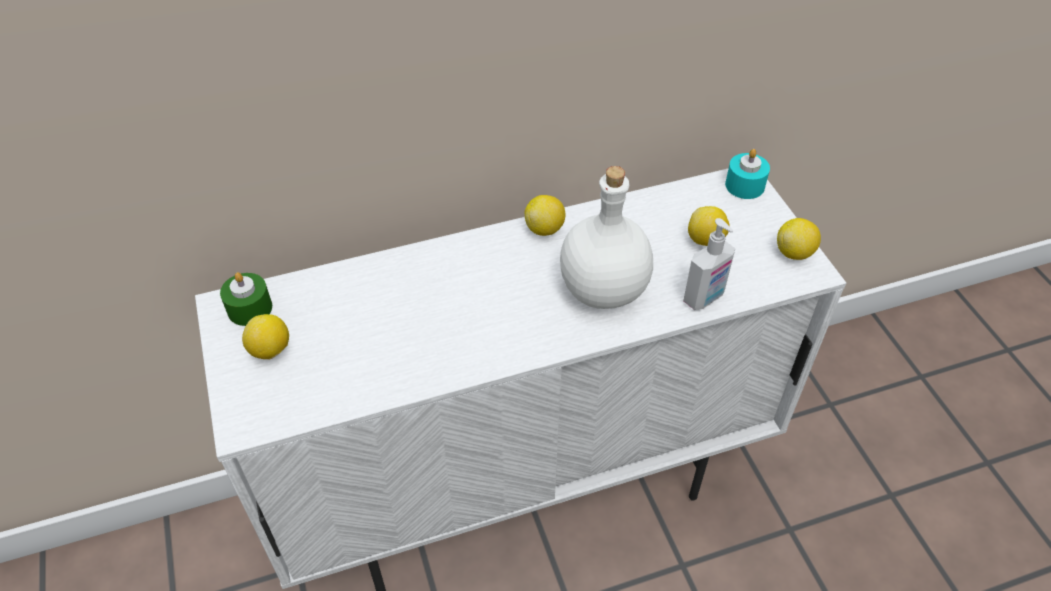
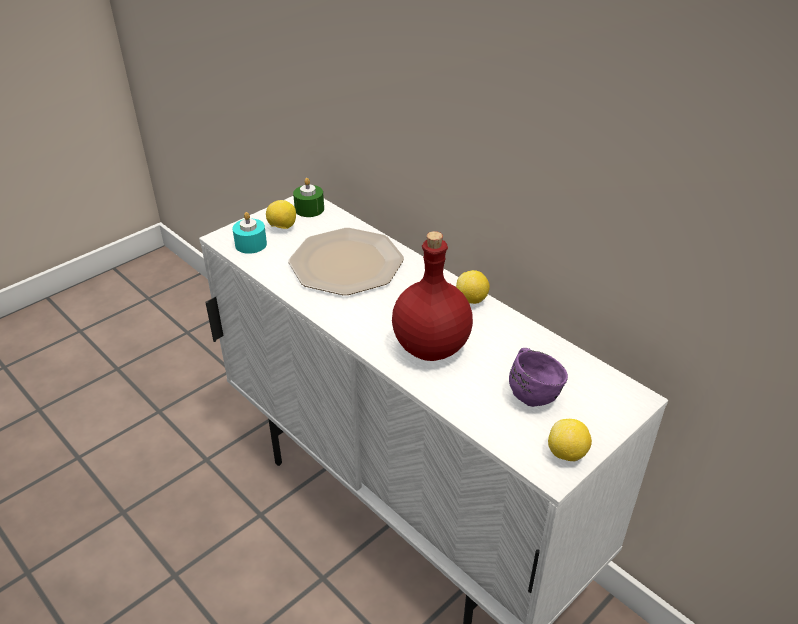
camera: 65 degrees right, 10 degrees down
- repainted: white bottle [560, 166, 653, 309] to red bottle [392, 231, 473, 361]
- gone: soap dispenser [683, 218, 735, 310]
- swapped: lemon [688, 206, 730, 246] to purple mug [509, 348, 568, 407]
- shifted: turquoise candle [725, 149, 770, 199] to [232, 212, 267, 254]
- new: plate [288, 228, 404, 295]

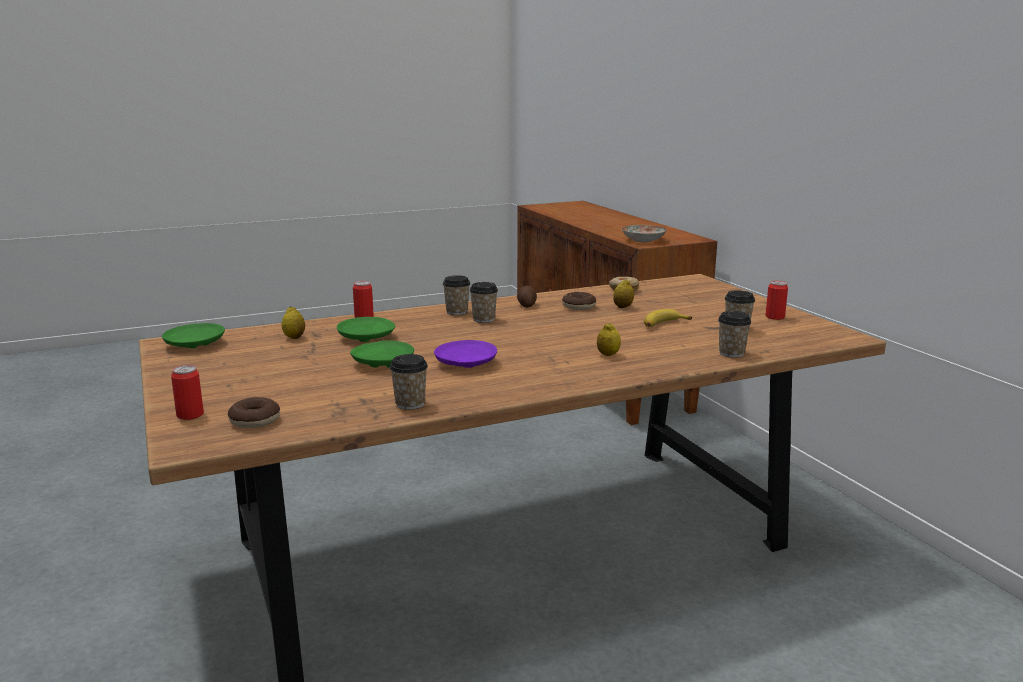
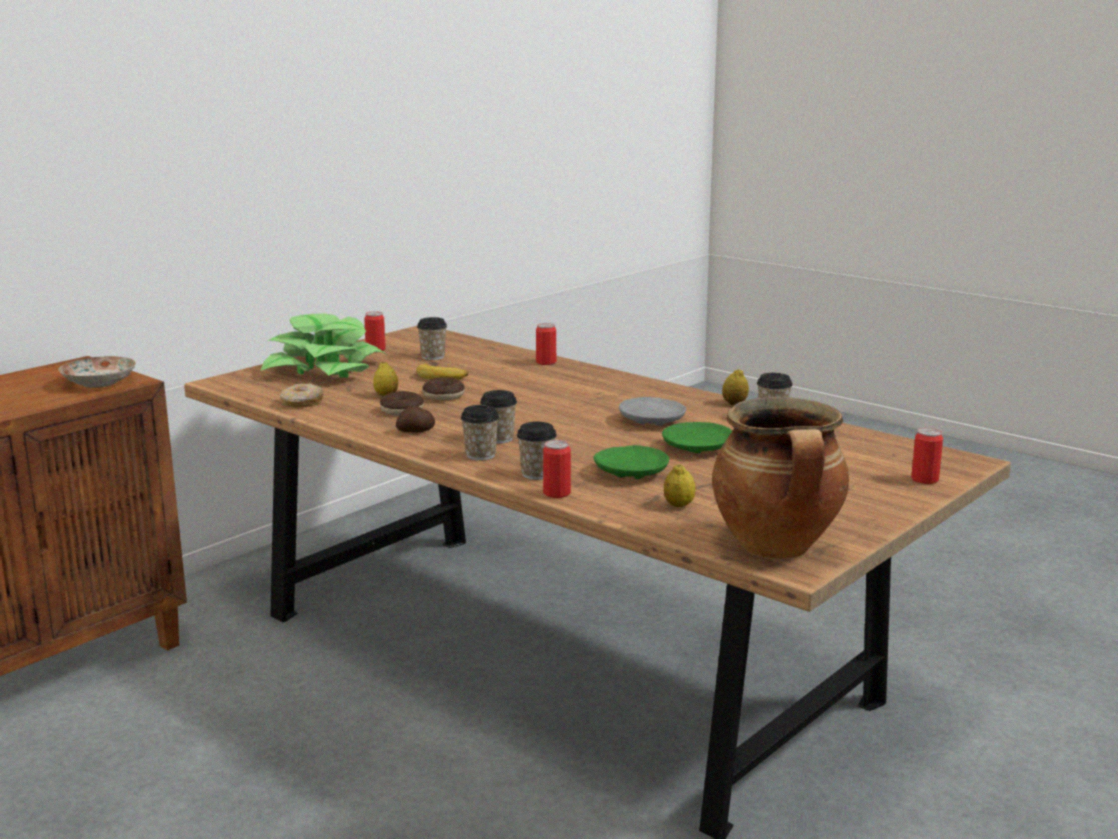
camera: 115 degrees left, 0 degrees up
- swapped: green plate [162, 323, 225, 348] to cooking pot [712, 397, 849, 558]
- shifted: donut [228, 397, 280, 428] to [423, 377, 465, 400]
- repainted: purple plate [434, 340, 497, 368] to grey plate [619, 397, 686, 426]
- shifted: lemon [597, 323, 621, 356] to [722, 369, 749, 405]
- shifted: cup [718, 311, 751, 358] to [517, 422, 557, 480]
- new: potted plant [260, 313, 386, 378]
- new: can [536, 323, 556, 365]

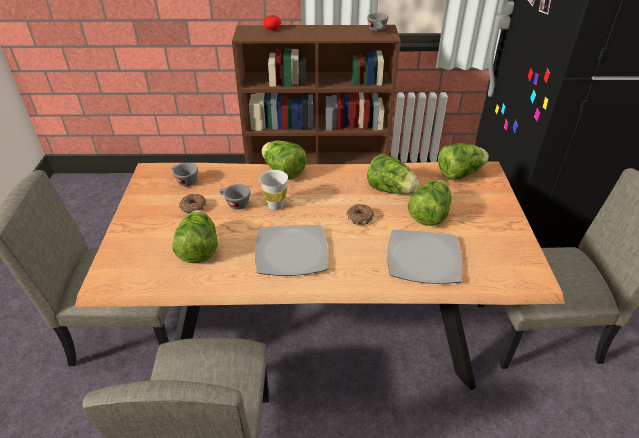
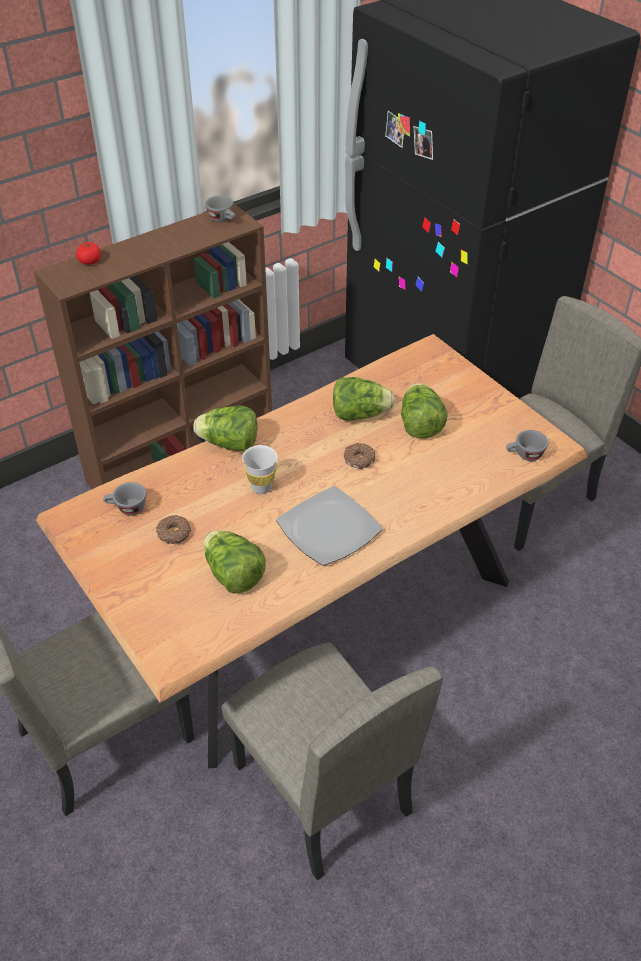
camera: 35 degrees left, 5 degrees up
- shifted: grey cup [219, 184, 250, 210] to [506, 430, 549, 461]
- gone: plate [387, 230, 462, 284]
- gone: lettuce [438, 143, 489, 180]

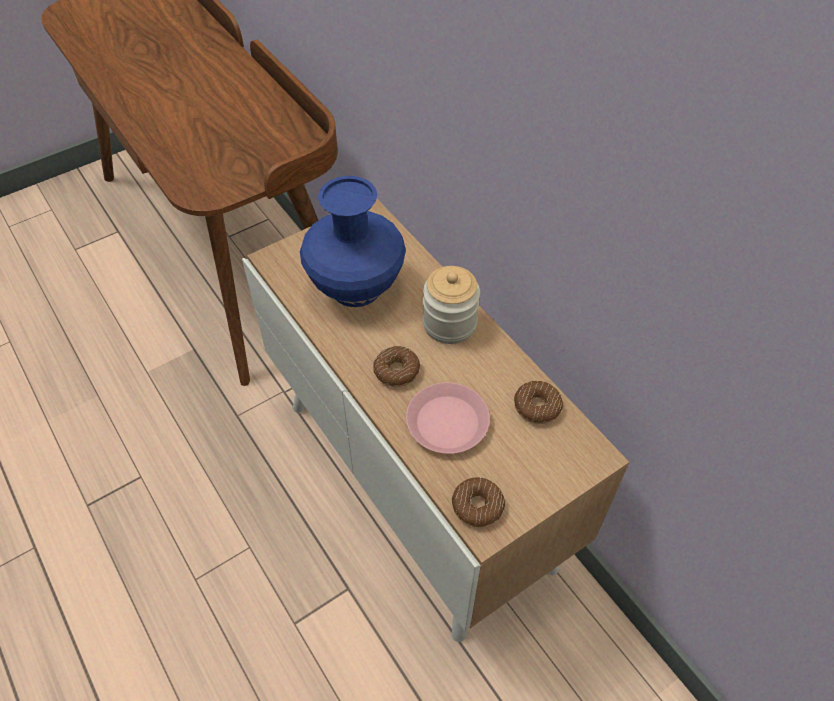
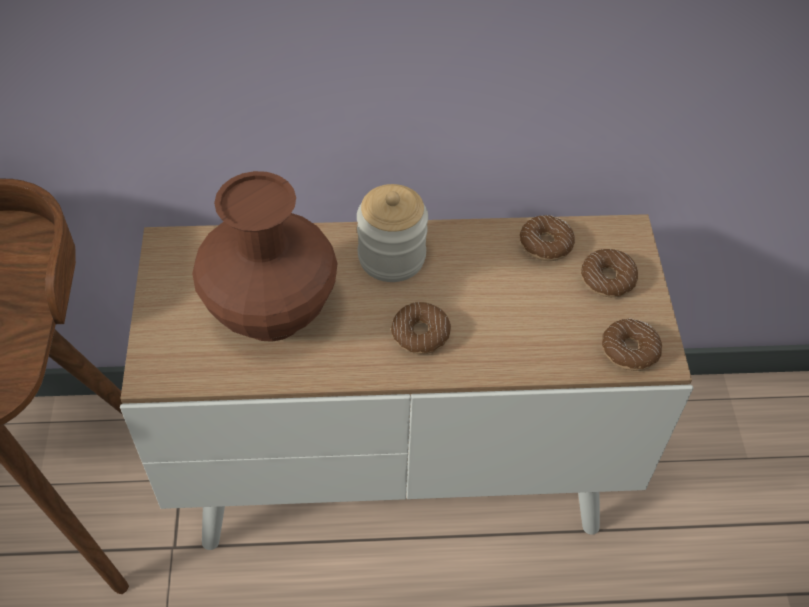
camera: 60 degrees left, 0 degrees up
- repainted: blue vase [300, 176, 406, 307] to brown vase [192, 171, 338, 342]
- gone: pink plate [406, 382, 490, 454]
- new: donut [581, 249, 638, 297]

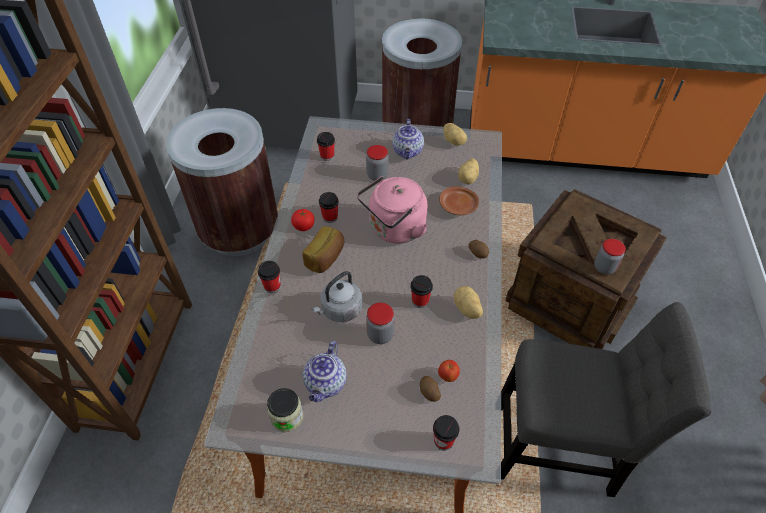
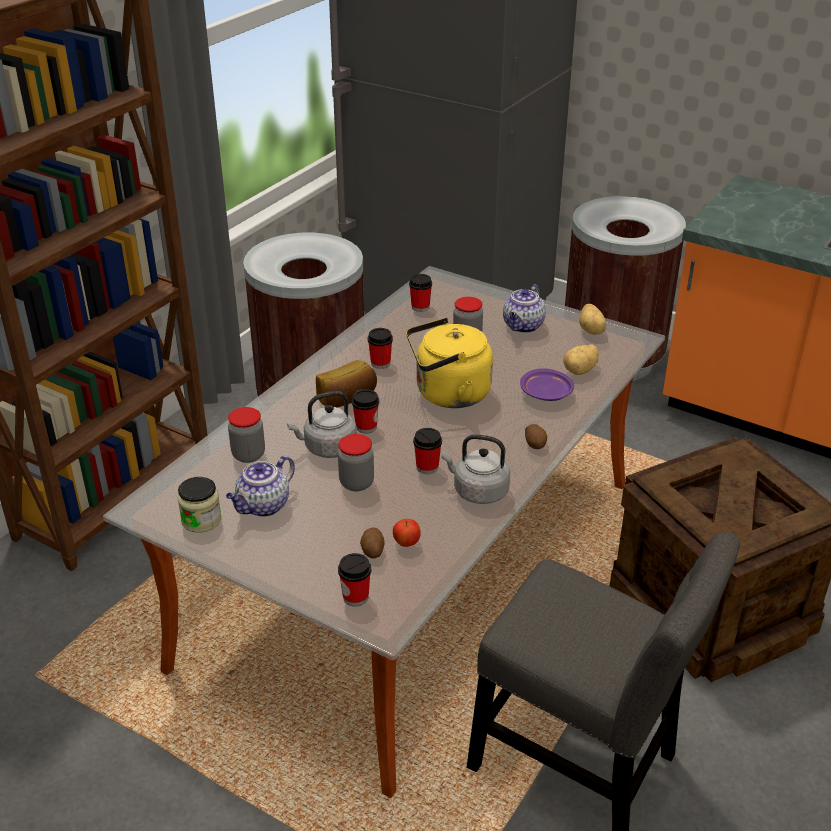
camera: 25 degrees right, 15 degrees down
- shifted: cup [258, 261, 281, 293] to [352, 389, 379, 434]
- gone: tomato [291, 209, 314, 231]
- repainted: pink kettle [357, 176, 427, 243] to yellow kettle [406, 318, 493, 408]
- repainted: brown plate [439, 186, 479, 215] to purple plate [520, 368, 574, 401]
- swapped: potato [454, 286, 483, 319] to grey kettle [442, 434, 510, 504]
- shifted: jar [594, 239, 626, 275] to [228, 407, 265, 463]

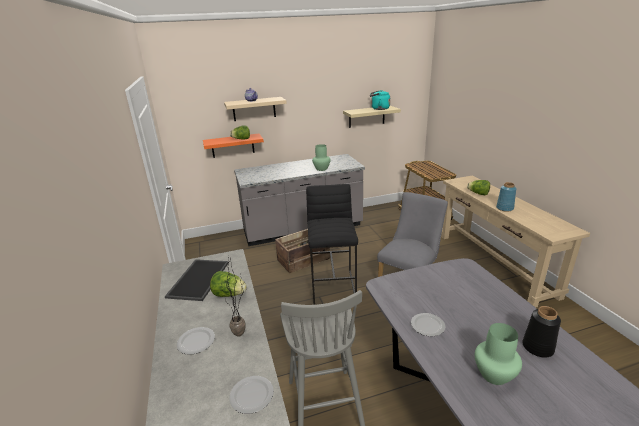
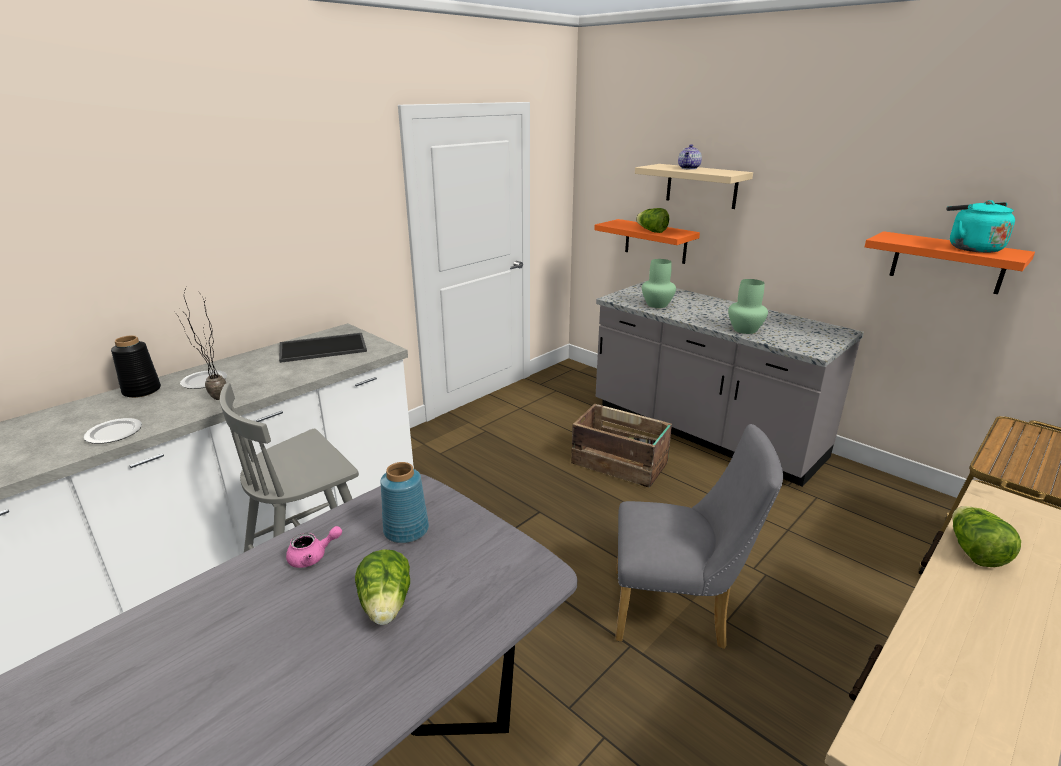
camera: 60 degrees right, 0 degrees up
- shifted: lettuce [210, 271, 247, 297] to [355, 549, 410, 625]
- gone: black stool [306, 184, 358, 304]
- repainted: beige shelf [343, 106, 401, 128] to orange shelf [864, 231, 1035, 294]
- swapped: plate [411, 313, 445, 336] to pink teapot [286, 526, 342, 568]
- shifted: green vase [475, 323, 522, 385] to [642, 259, 676, 308]
- shifted: blue vase [496, 182, 516, 212] to [380, 462, 429, 543]
- shifted: black vase [522, 306, 561, 358] to [111, 335, 161, 398]

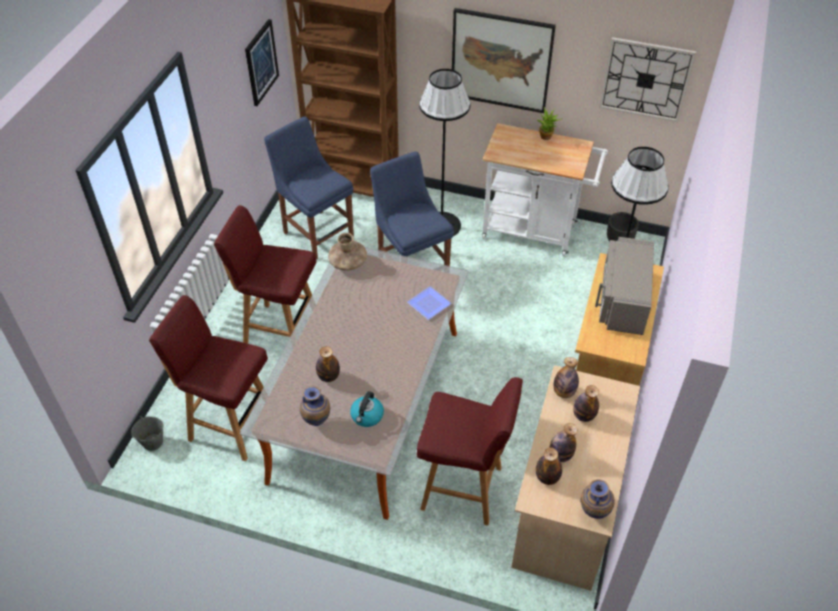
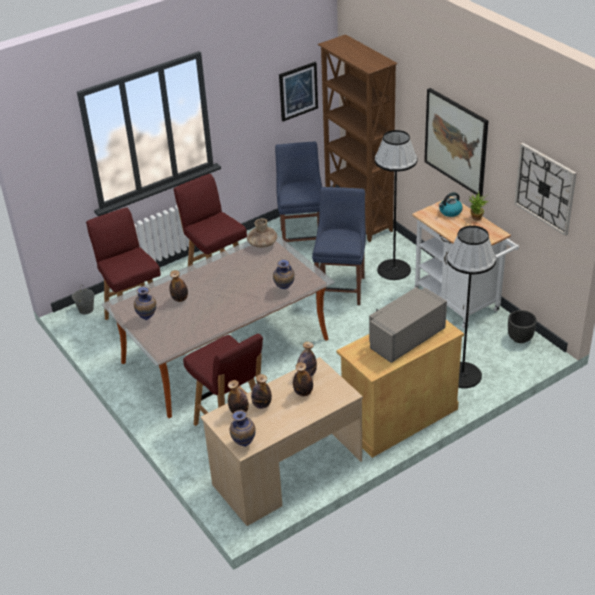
camera: 40 degrees right, 10 degrees down
- shifted: kettle [350, 391, 384, 427] to [439, 192, 463, 217]
- swapped: plate [407, 286, 452, 320] to vase [273, 259, 295, 289]

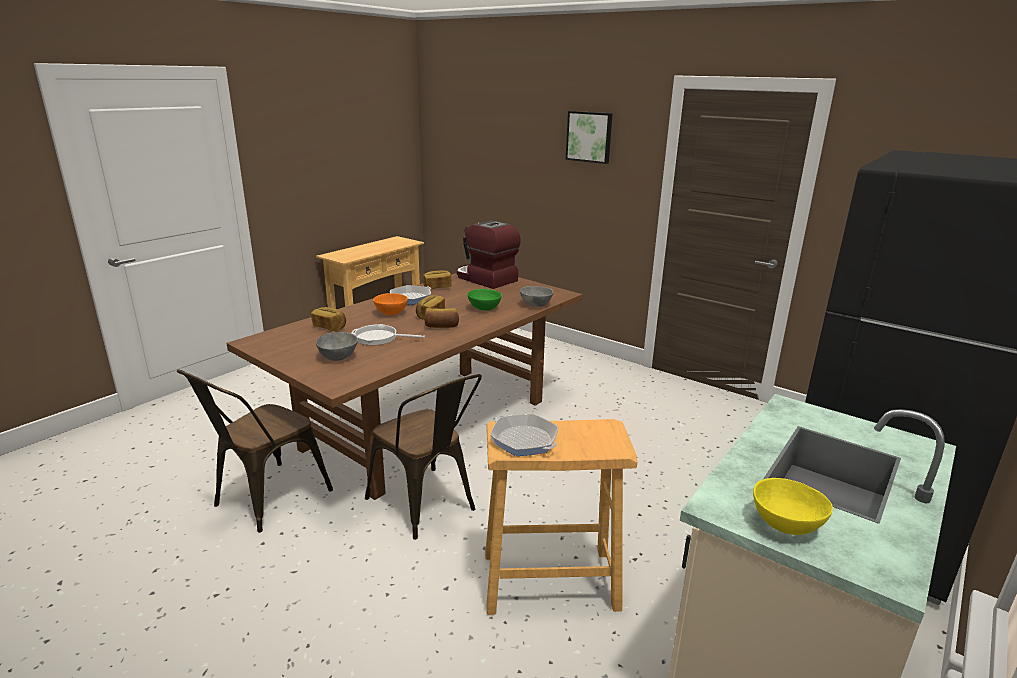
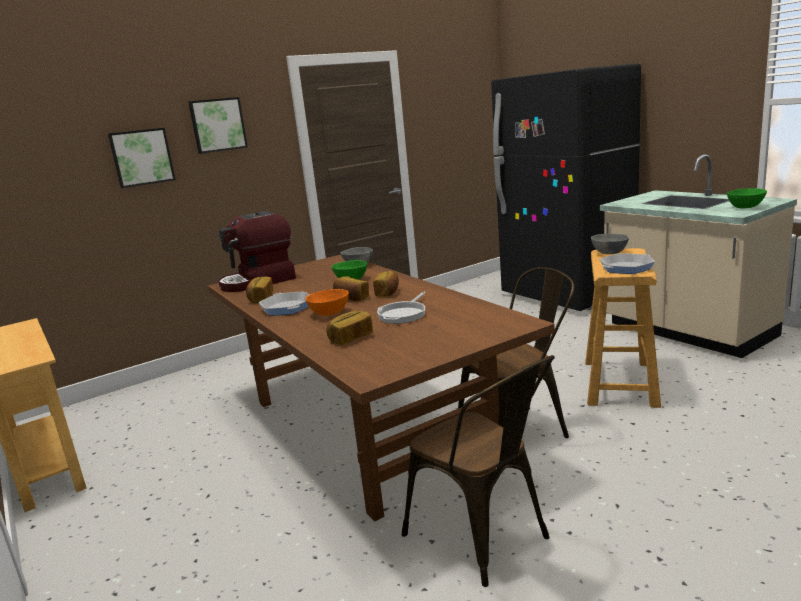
camera: 70 degrees left, 5 degrees down
- shifted: grey bowl [316, 332, 358, 361] to [591, 234, 629, 254]
- repainted: yellow bowl [753, 478, 833, 535] to green bowl [727, 188, 767, 208]
- new: picture [108, 128, 175, 188]

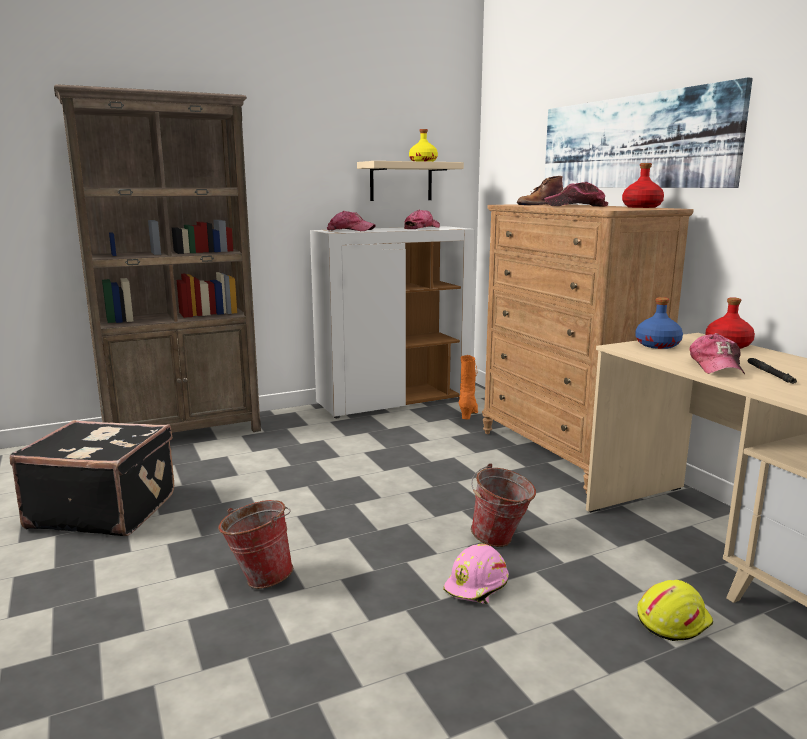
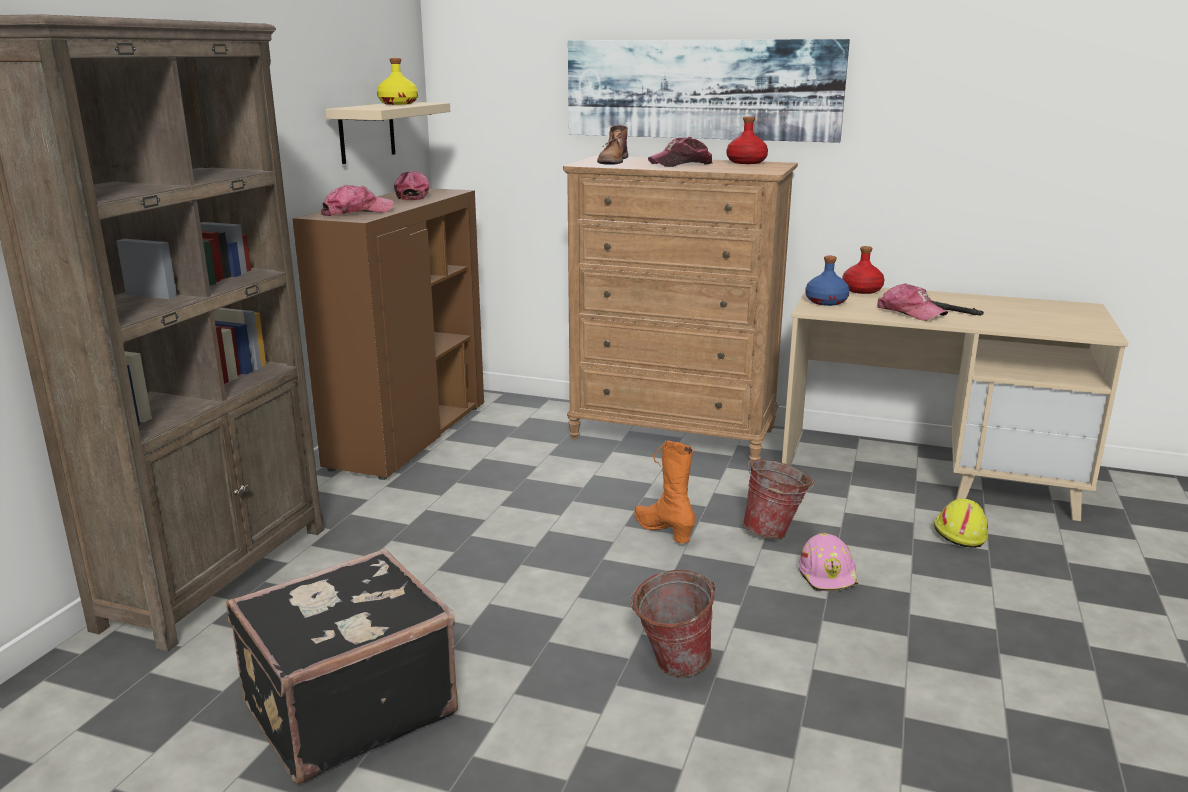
camera: 45 degrees left, 5 degrees up
- repainted: white cabinet [310, 226, 474, 418] to brown cabinet [292, 188, 484, 480]
- shifted: orange boot [459, 355, 478, 420] to [634, 440, 695, 543]

